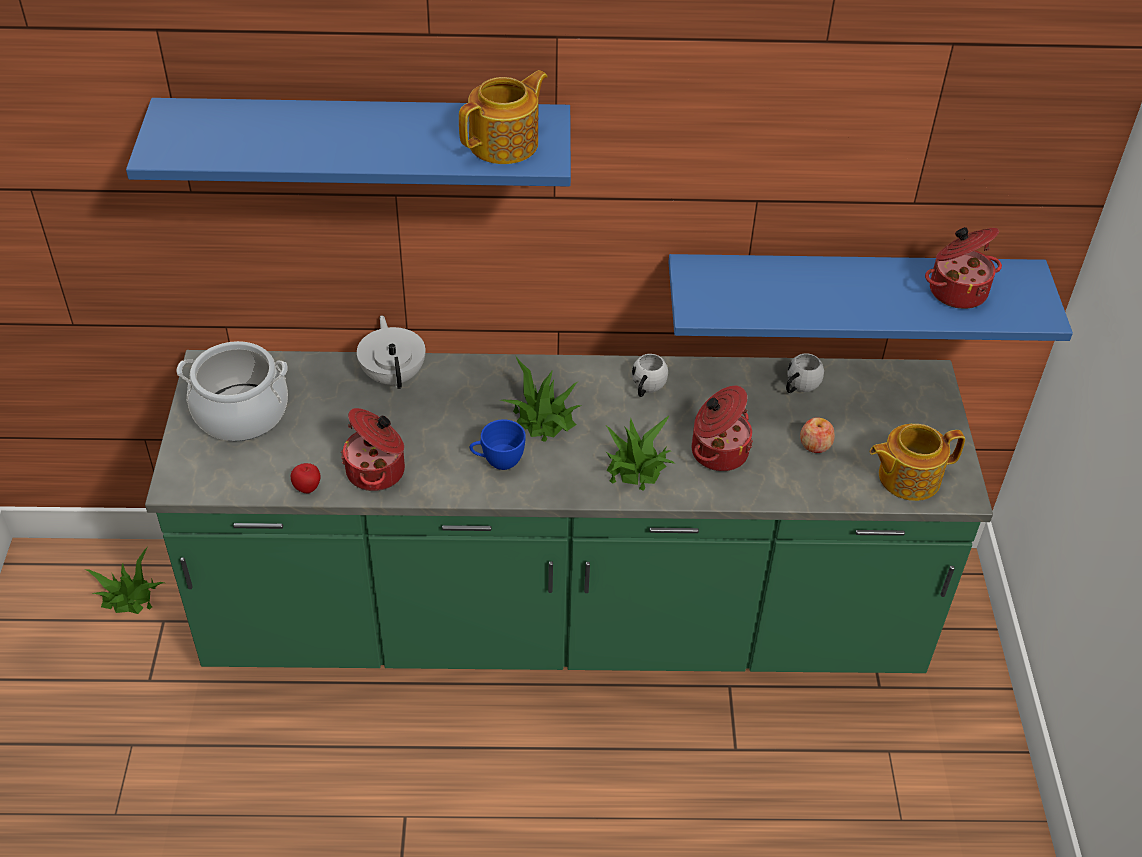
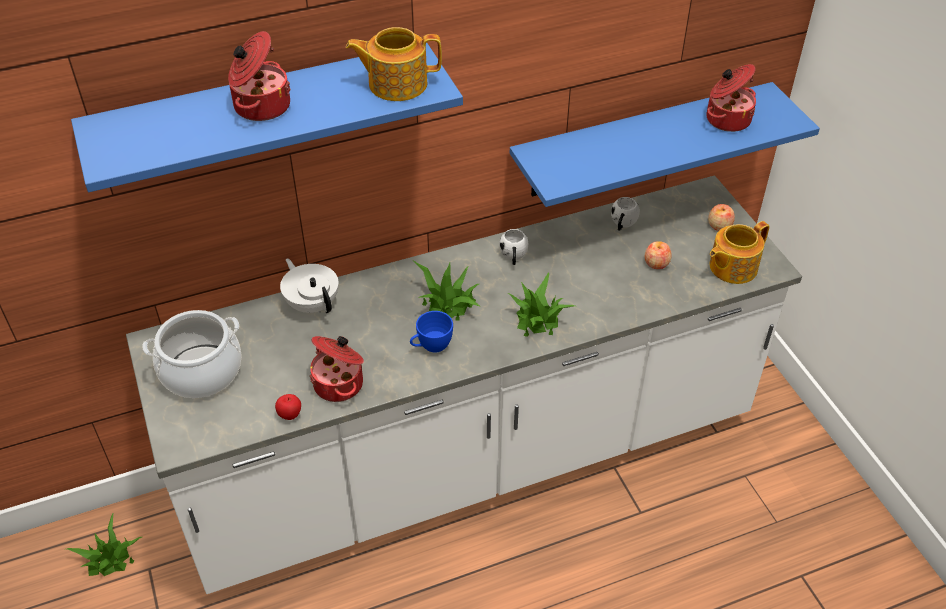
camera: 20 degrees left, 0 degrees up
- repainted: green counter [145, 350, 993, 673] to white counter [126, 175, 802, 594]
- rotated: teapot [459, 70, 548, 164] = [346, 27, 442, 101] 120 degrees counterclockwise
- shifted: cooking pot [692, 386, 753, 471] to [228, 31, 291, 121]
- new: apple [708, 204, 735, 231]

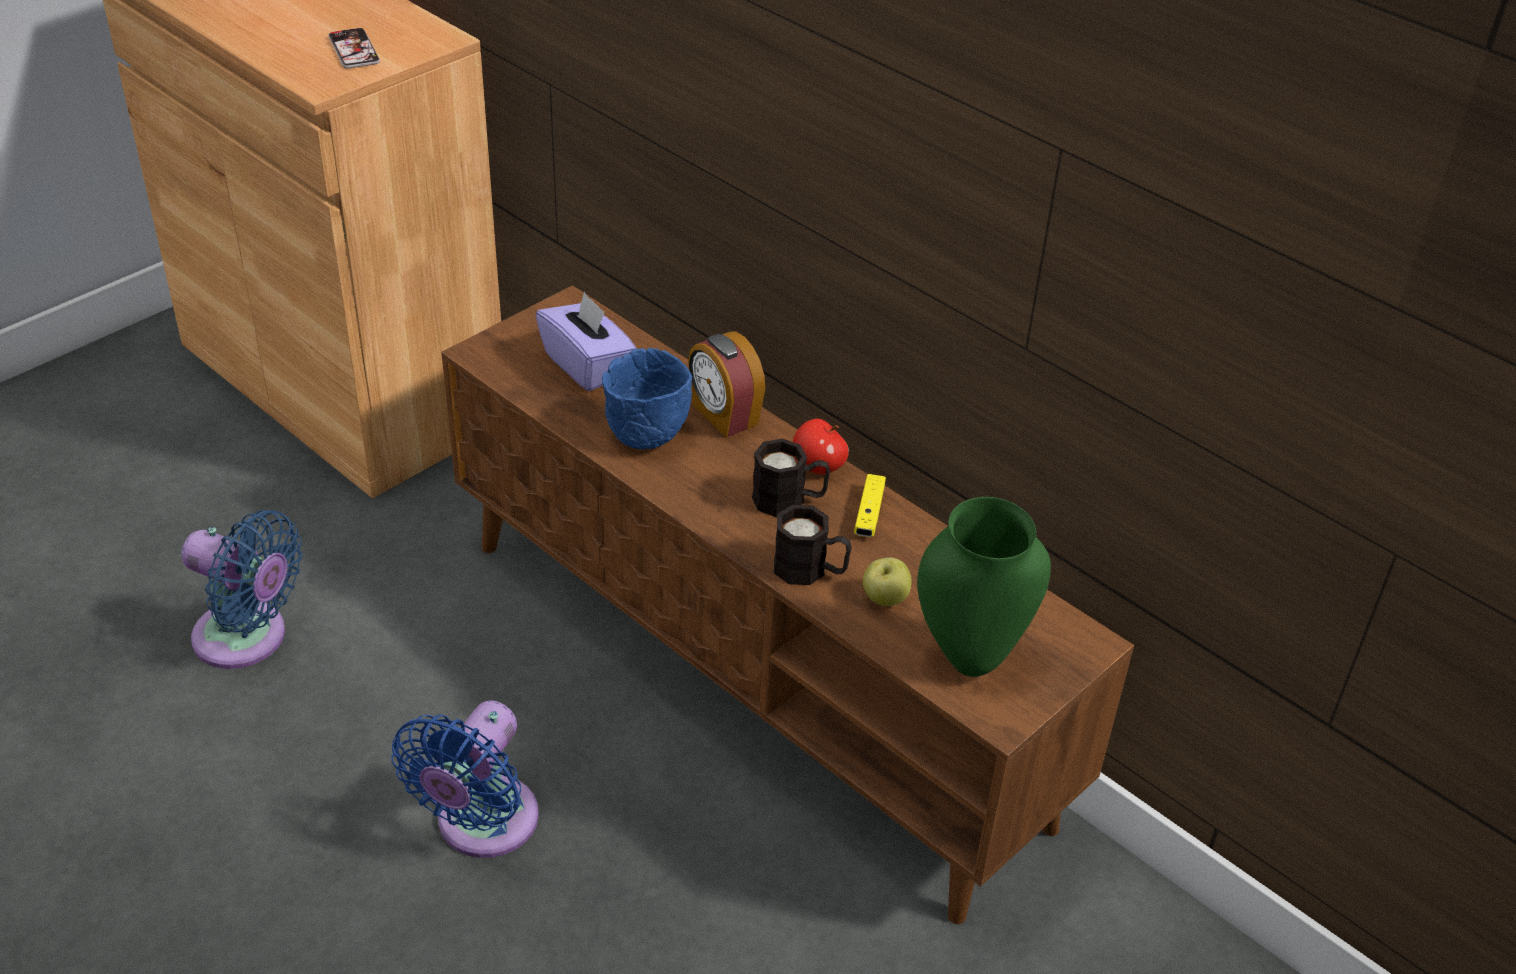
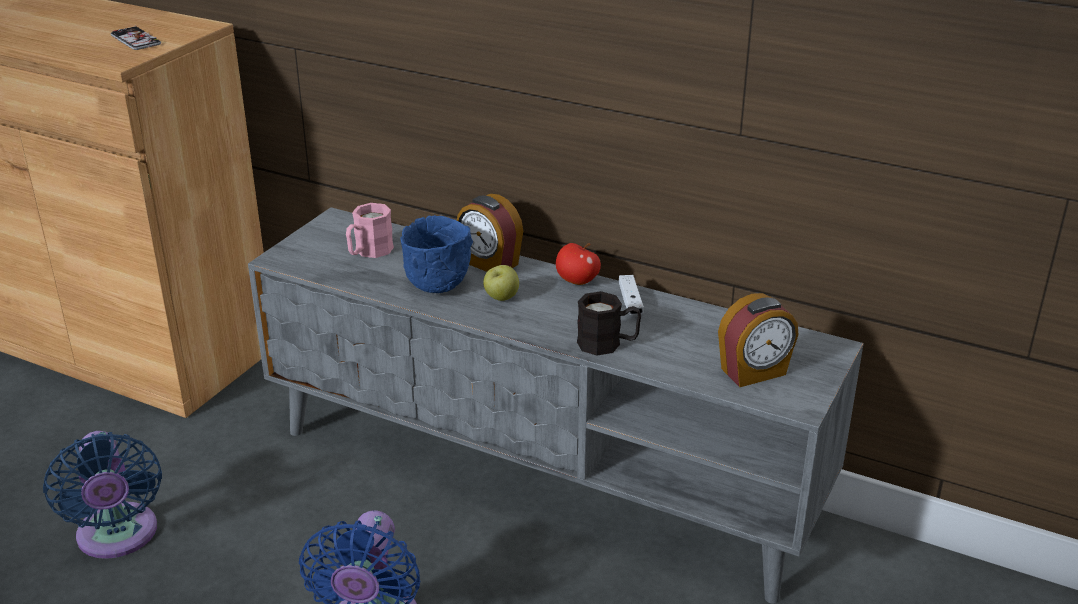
camera: 15 degrees left, 10 degrees down
- rotated: blue fan [181, 510, 302, 669] = [43, 431, 162, 559] 60 degrees clockwise
- repainted: brown tv stand [441, 285, 1134, 924] to grey tv stand [248, 207, 864, 604]
- swapped: purple tissue box [536, 292, 636, 391] to pink mug [346, 203, 394, 258]
- gone: black mug [752, 438, 830, 517]
- repainted: yellow game controller [854, 474, 886, 537] to white game controller [619, 275, 644, 315]
- shifted: apple [863, 558, 911, 606] to [483, 265, 519, 301]
- swapped: green vase [917, 497, 1051, 677] to alarm clock [718, 293, 799, 387]

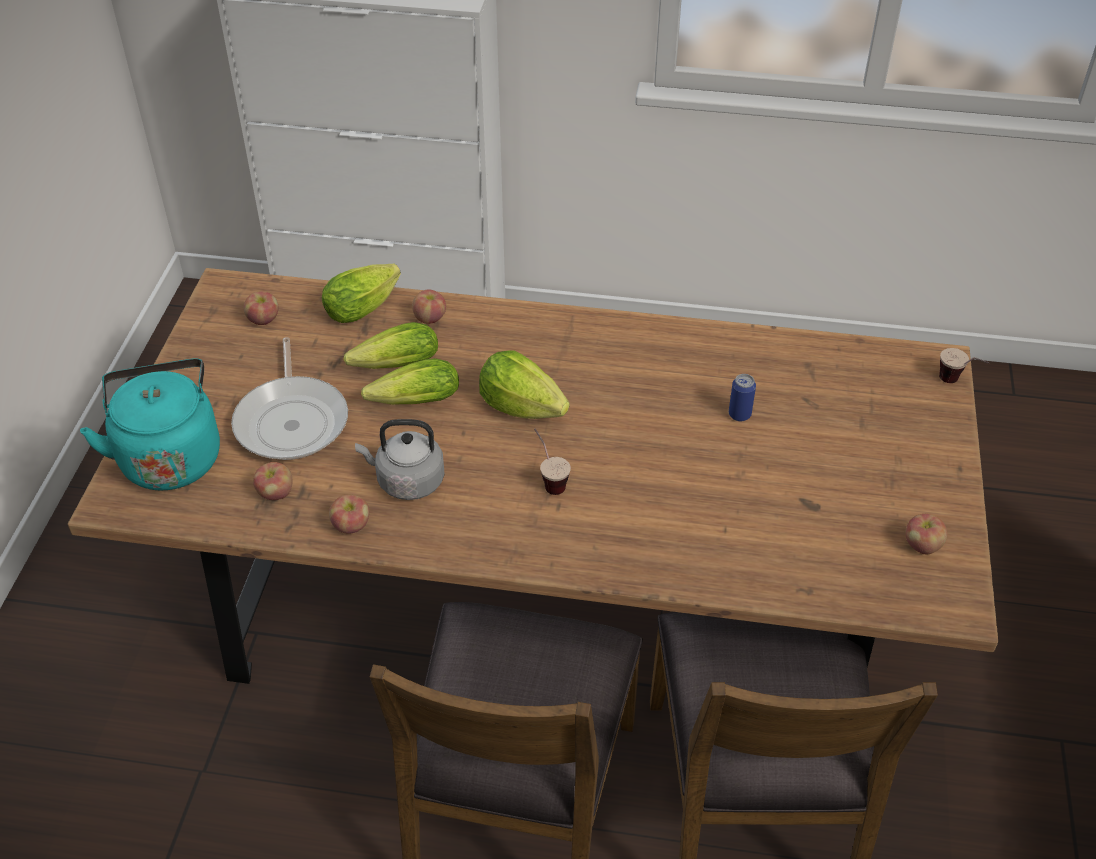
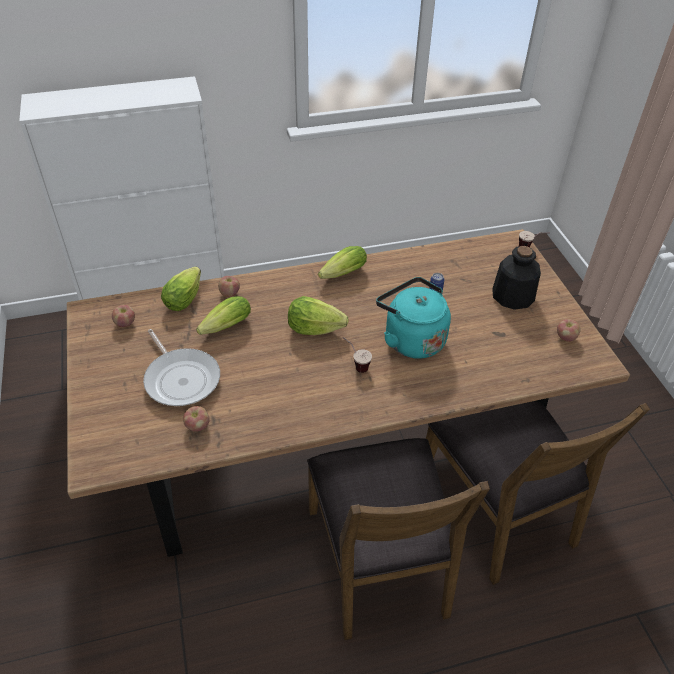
camera: 25 degrees left, 0 degrees up
- shifted: turquoise kettle [80, 358, 220, 490] to [376, 277, 451, 359]
- gone: apple [329, 495, 369, 534]
- gone: grey kettle [355, 419, 445, 500]
- shifted: lettuce [361, 358, 459, 405] to [318, 246, 367, 279]
- new: bottle [492, 246, 541, 310]

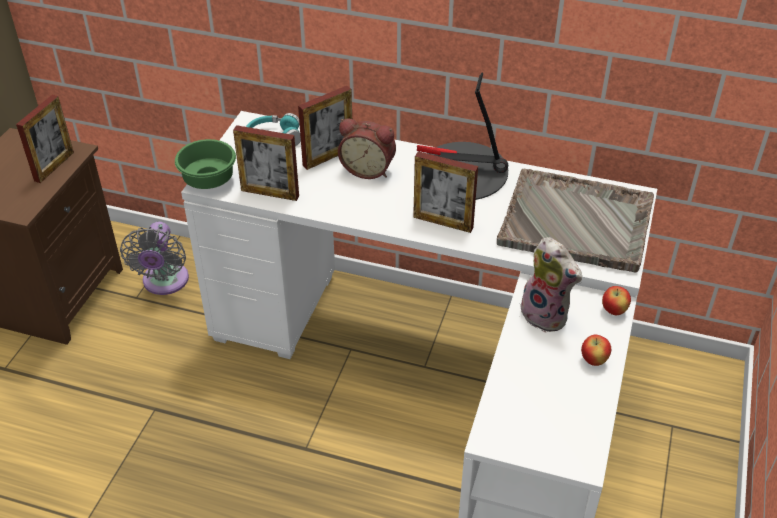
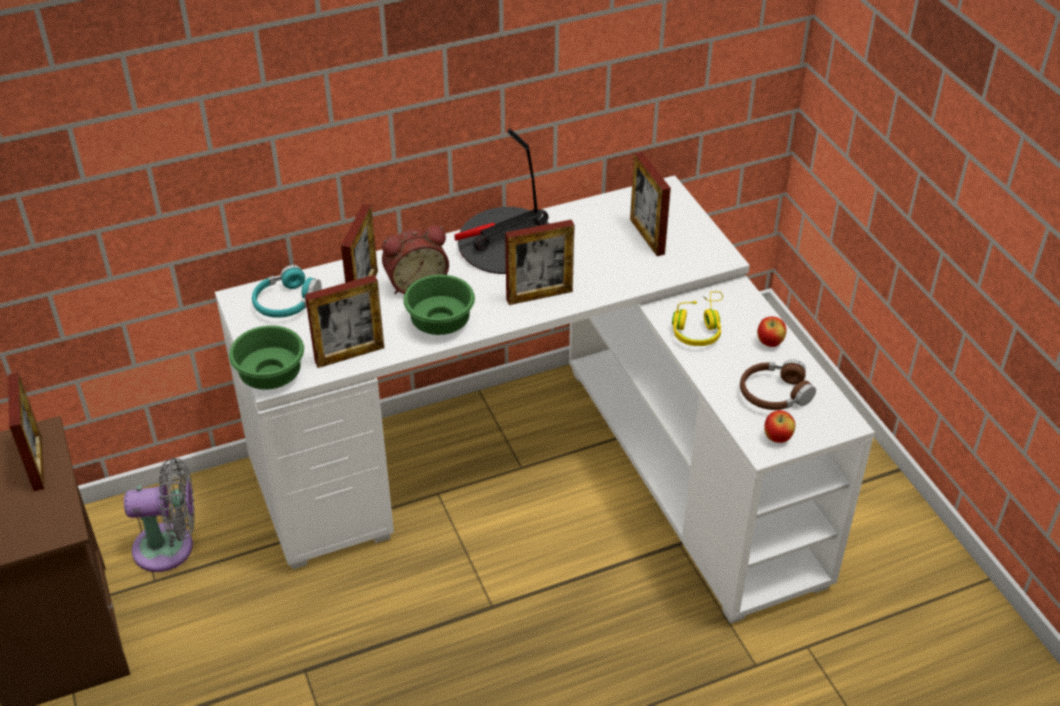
camera: 40 degrees left, 0 degrees up
- rotated: grey fan [120, 221, 189, 295] = [124, 458, 195, 572] 60 degrees counterclockwise
- swapped: grey tray [497, 169, 654, 272] to picture frame [630, 152, 671, 256]
- swapped: plush toy [520, 237, 582, 332] to yellow headphones [672, 291, 723, 346]
- shifted: apple [602, 286, 631, 315] to [764, 410, 795, 443]
- new: green bowl [403, 275, 475, 335]
- new: brown headphones [740, 359, 816, 410]

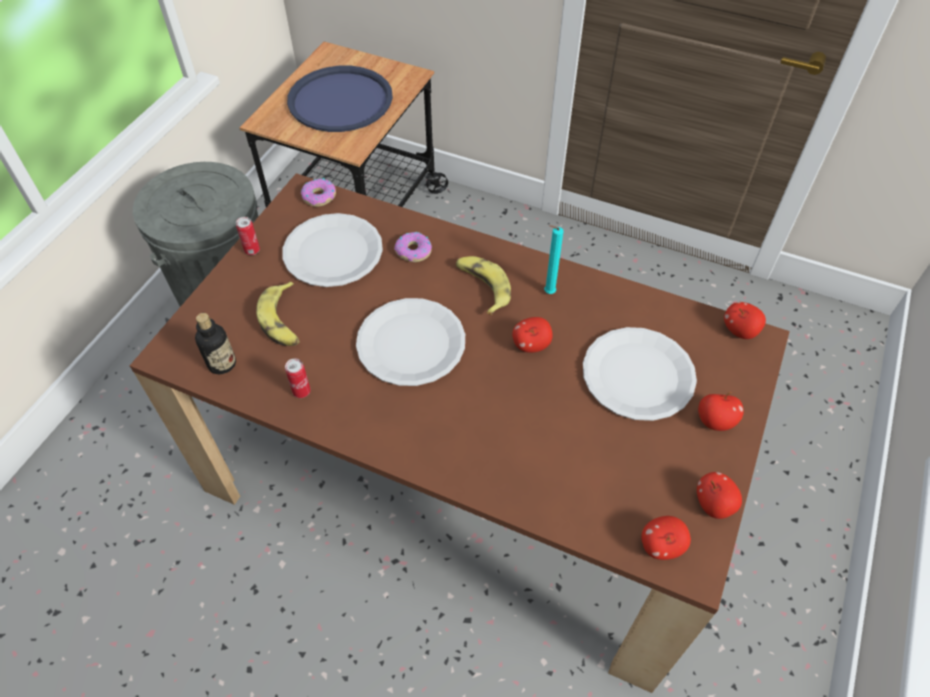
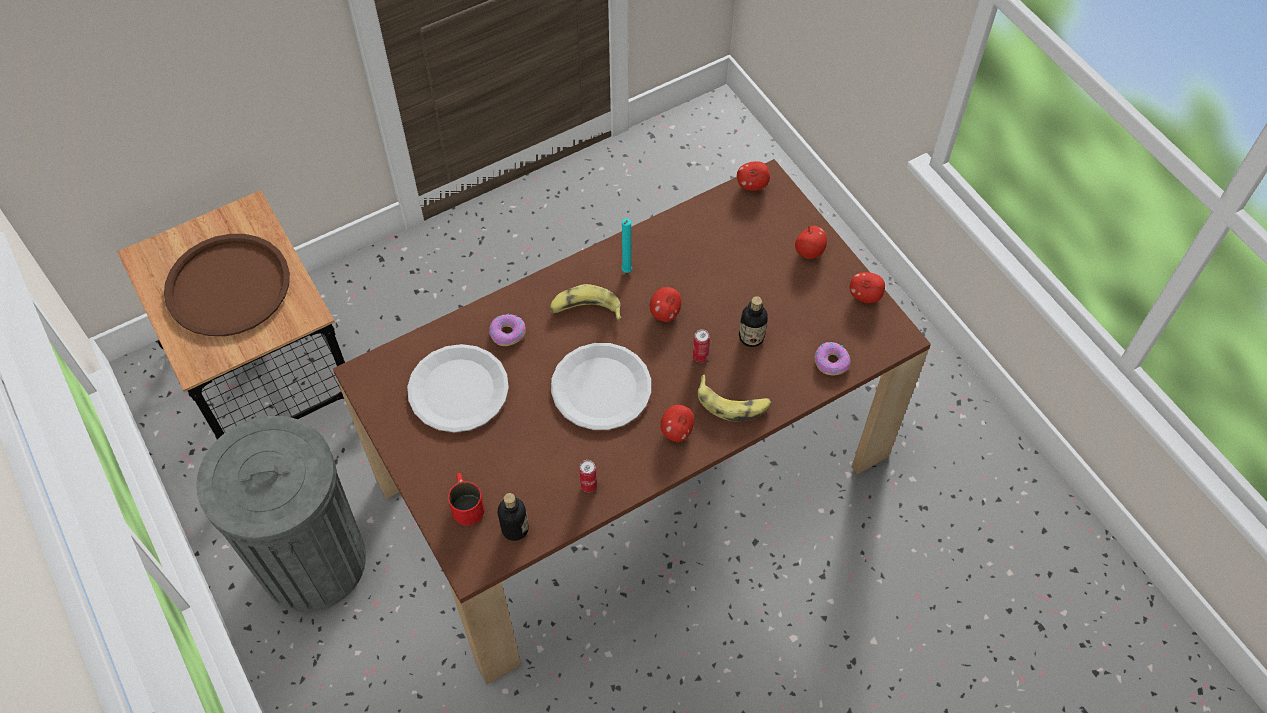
camera: 55 degrees left, 5 degrees up
- shifted: can [236, 217, 260, 255] to [693, 329, 710, 362]
- shifted: banana [256, 281, 300, 346] to [698, 375, 771, 422]
- repainted: blue tray [287, 66, 393, 132] to brown tray [164, 234, 290, 336]
- shifted: donut [301, 178, 336, 207] to [815, 342, 851, 375]
- gone: white plate [583, 327, 697, 421]
- shifted: apple [641, 516, 691, 560] to [661, 405, 694, 442]
- new: red mug [448, 473, 485, 525]
- new: bottle [739, 296, 768, 347]

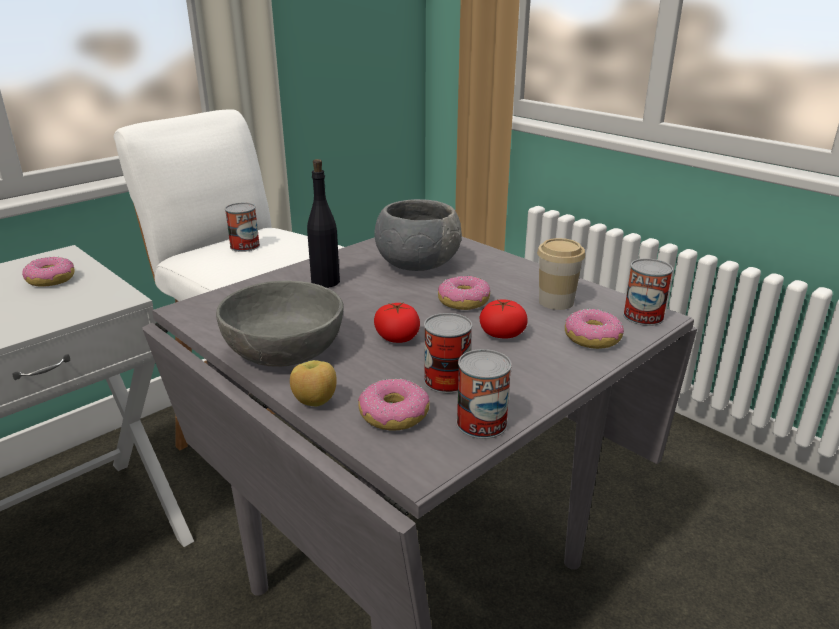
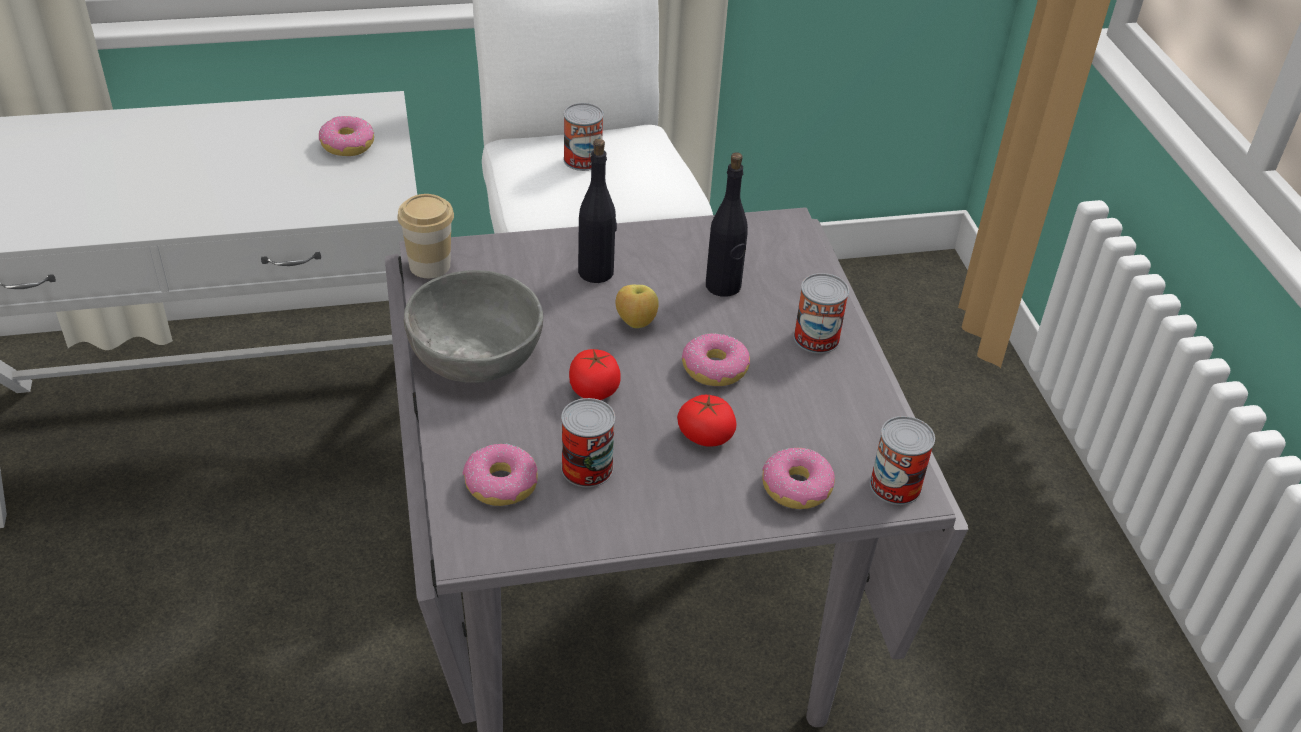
camera: 30 degrees right, 15 degrees up
- shifted: apple [290, 360, 337, 407] to [615, 285, 659, 328]
- swapped: grey bowl [374, 199, 462, 271] to black bottle [706, 152, 748, 297]
- shifted: can [456, 349, 512, 439] to [793, 273, 849, 354]
- shifted: cup [537, 238, 585, 310] to [397, 194, 454, 278]

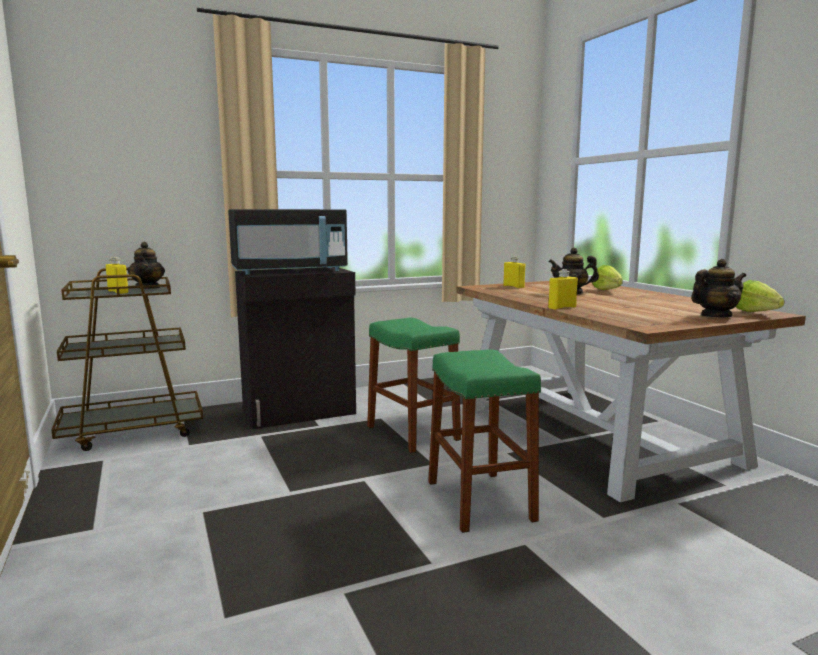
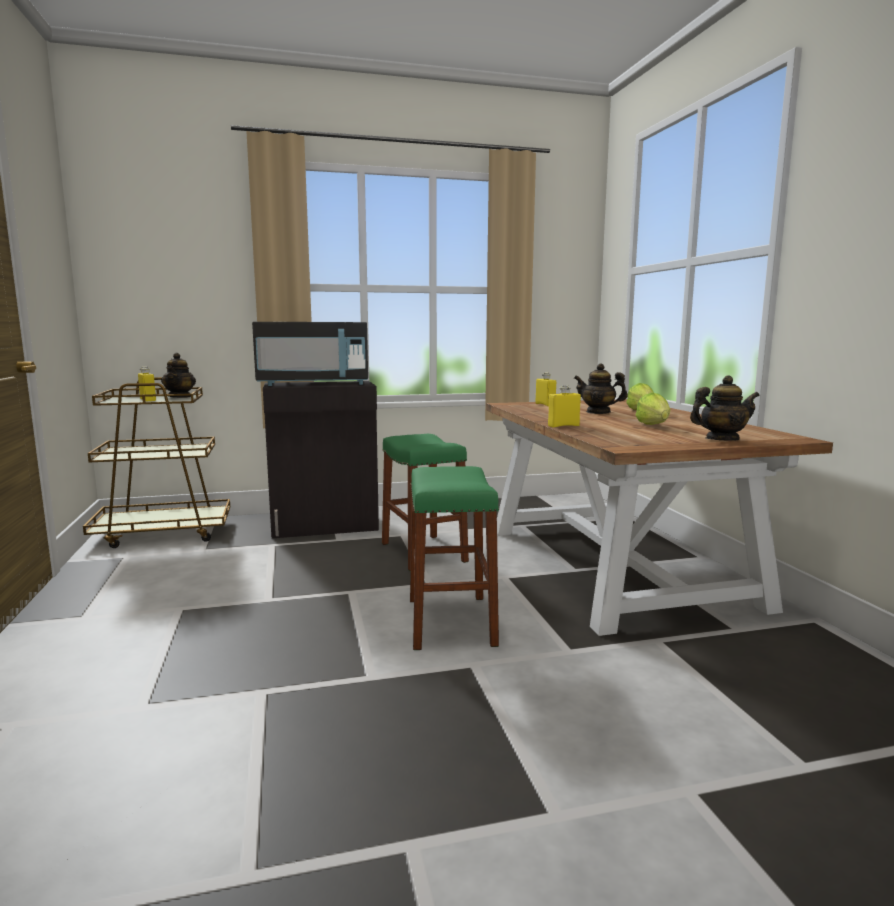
camera: 10 degrees right, 0 degrees up
- shifted: lettuce [736, 280, 785, 312] to [636, 392, 671, 425]

